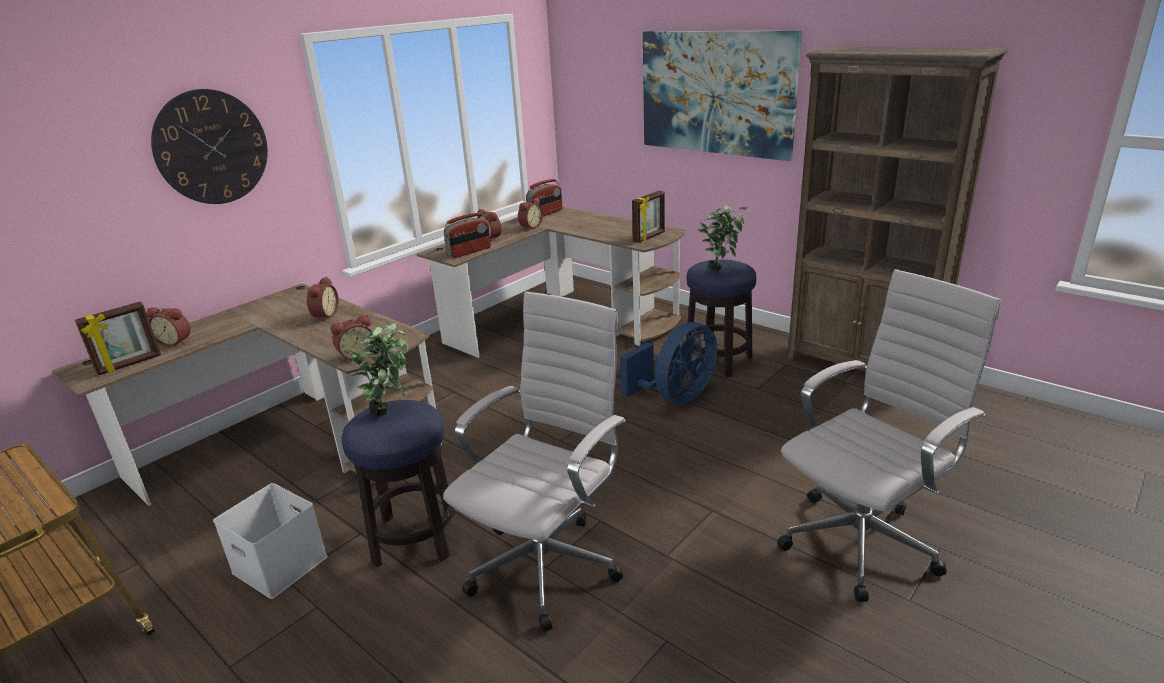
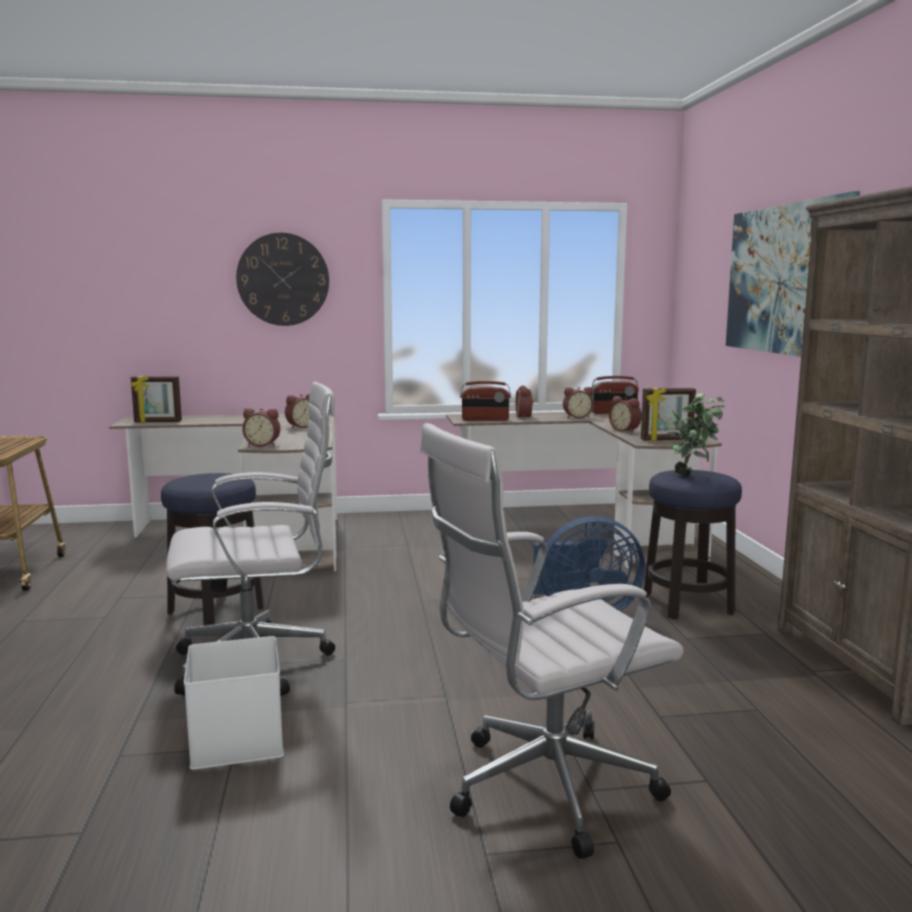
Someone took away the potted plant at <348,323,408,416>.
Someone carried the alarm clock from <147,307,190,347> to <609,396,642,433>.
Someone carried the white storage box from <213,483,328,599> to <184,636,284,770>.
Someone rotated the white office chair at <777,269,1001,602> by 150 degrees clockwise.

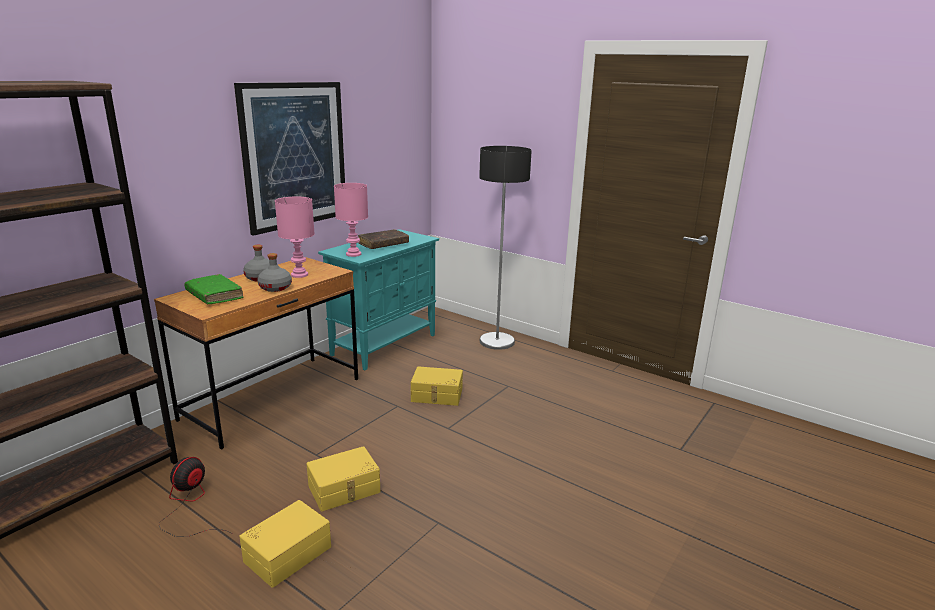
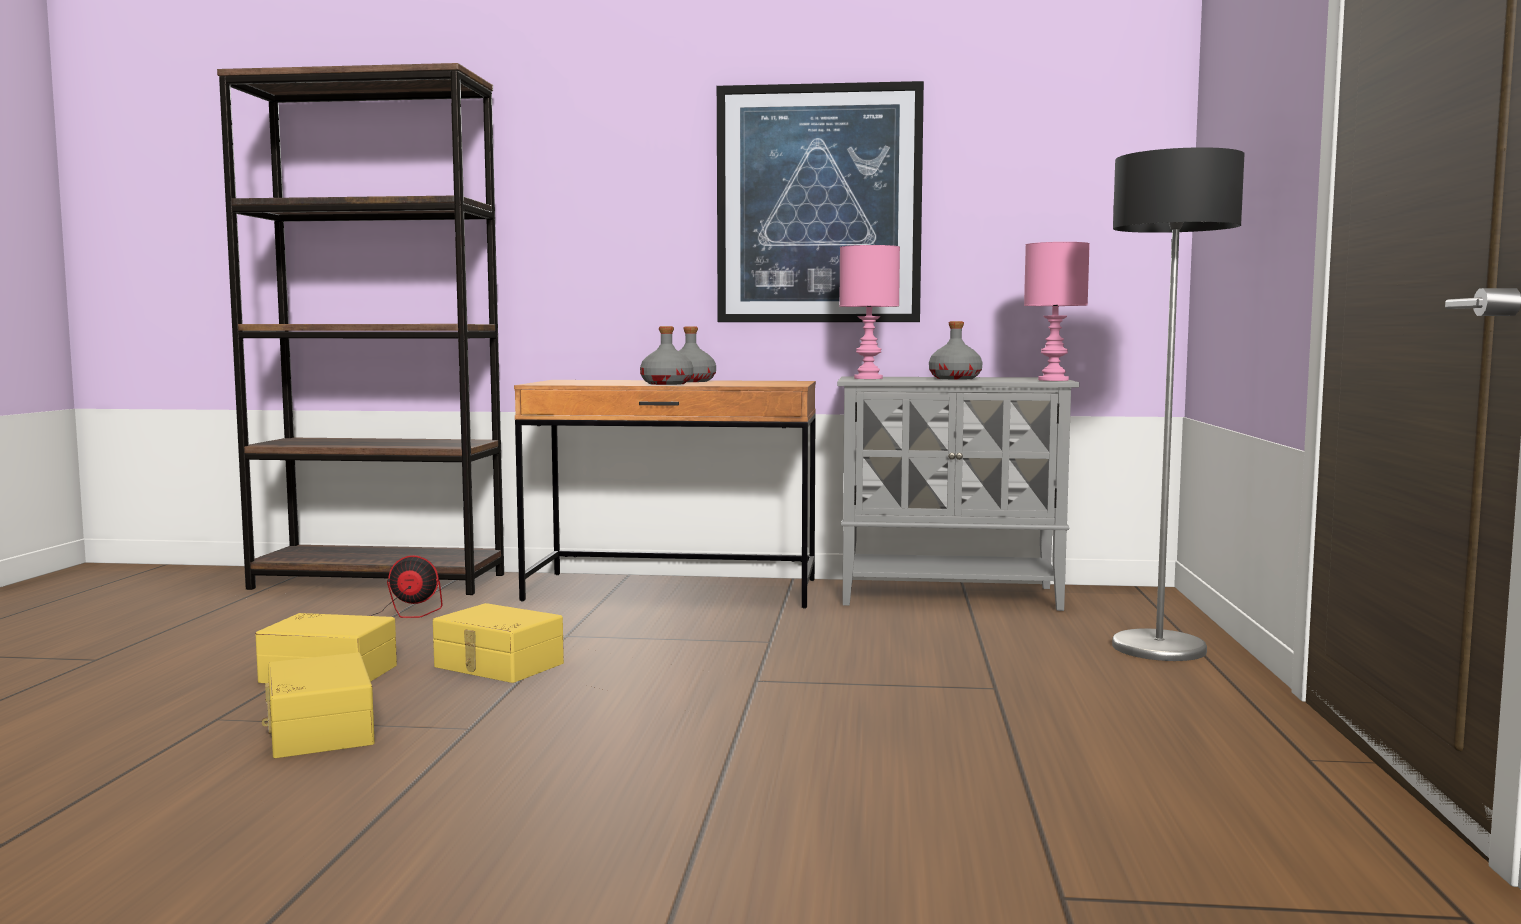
Someone took away the green book at <184,274,243,304>.
Someone carried the pink table lamp from <275,197,315,278> to <1024,242,1090,381>.
Someone carried the yellow storage box from <411,366,463,406> to <262,653,375,758>.
Someone swapped the brown book at <358,229,409,249> for the grey bottle at <929,321,983,379>.
Someone repainted the turquoise cabinet at <318,229,439,370>, which became the grey cabinet at <837,377,1079,611>.

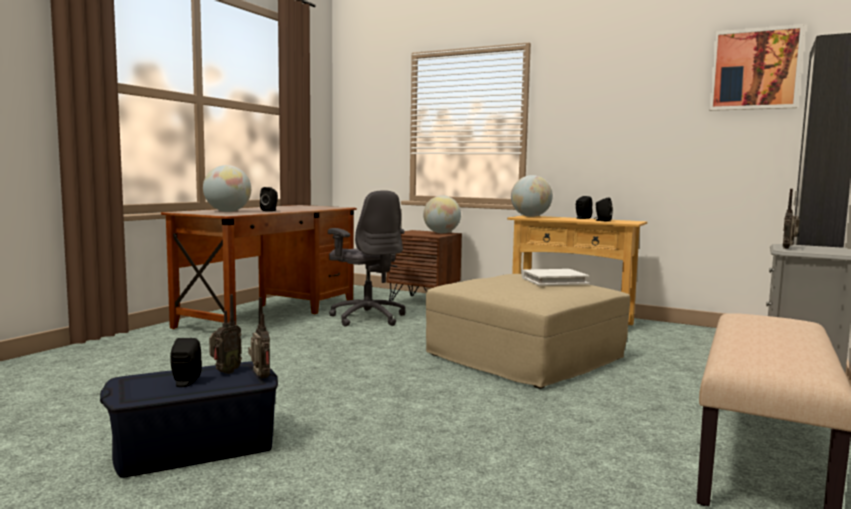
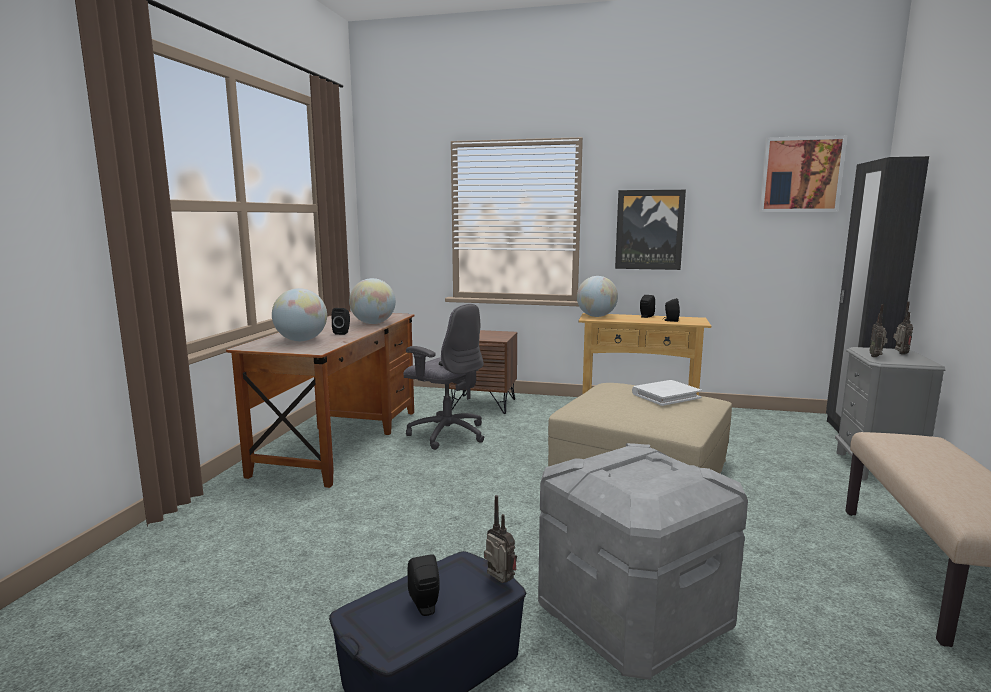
Someone put down the grey storage box at <538,443,748,680>.
Someone put up the picture at <615,190,686,270>.
Someone carried the radio from <209,295,242,374> to <893,302,913,355>.
Someone carried the globe from <423,195,461,233> to <349,278,396,324>.

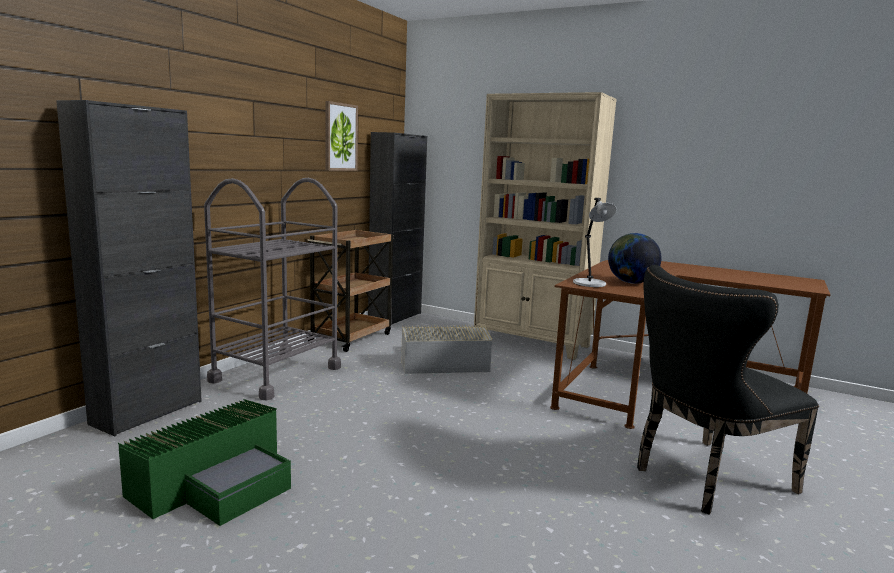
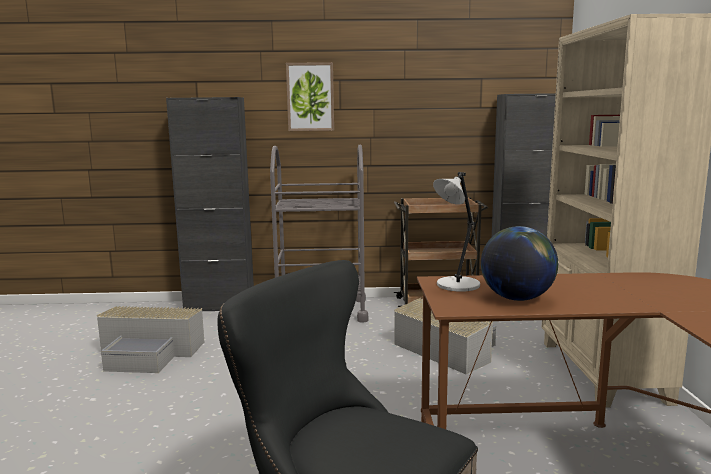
Someone carried the picture from <325,101,358,171> to <286,62,334,131>.
Someone repainted the green storage box at <118,399,291,526>, which became the grey storage box at <97,306,204,373>.

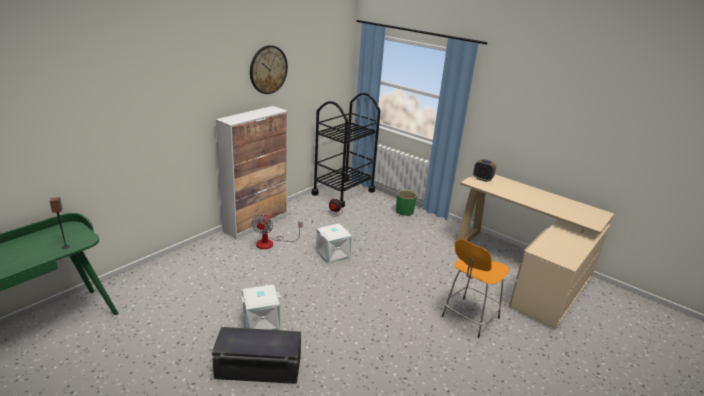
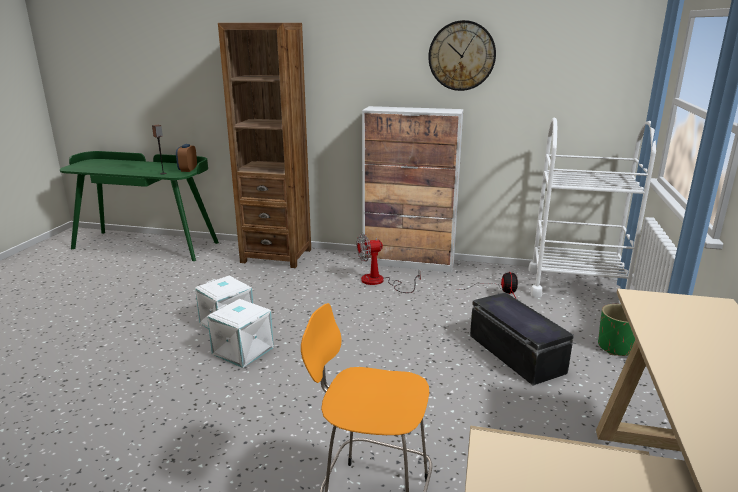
Someone put down the brown bookcase at <218,23,311,268>.
Someone carried the black storage box from <212,327,301,384> to <470,292,574,386>.
Someone carried the white storage box from <316,224,352,264> to <207,299,274,368>.
Someone carried the alarm clock from <473,159,496,182> to <176,144,197,172>.
Someone repainted the black cart at <312,93,381,208>, which became the white cart at <528,118,656,304>.

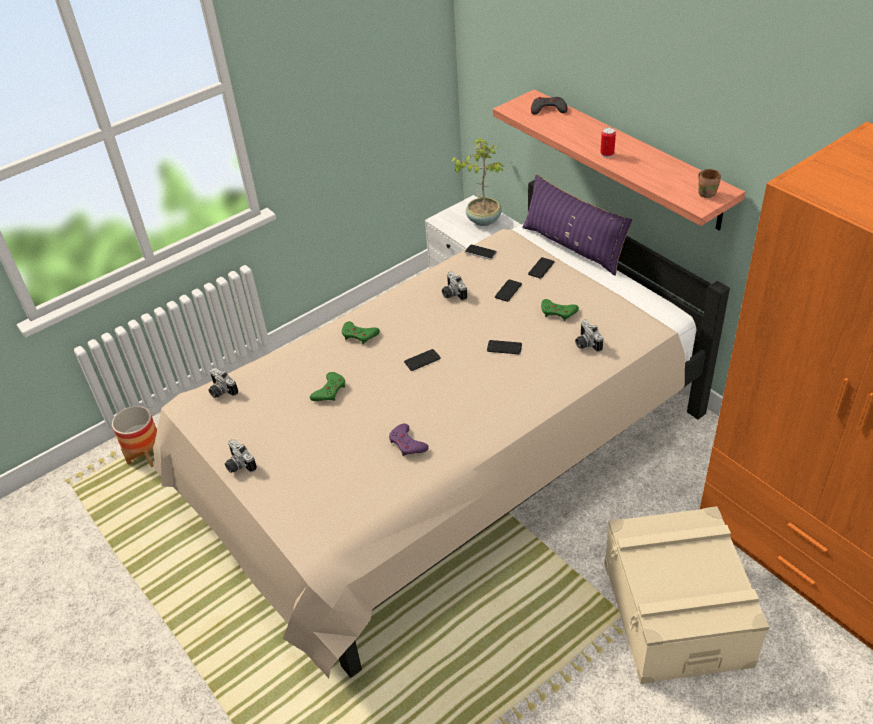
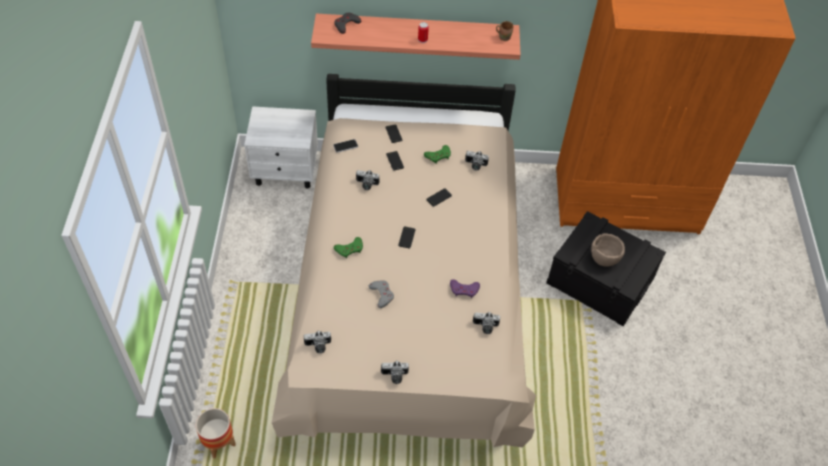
Someone took away the potted plant at <450,138,504,226>.
Someone took away the purple pillow at <522,174,633,276>.
Someone put down the photo camera at <473,312,500,334>.
Someone put down the brown bowl at <591,233,625,267>.
Someone repainted the green game controller at <310,372,345,401>, which became the grey game controller at <369,280,394,308>.
Someone repainted the beige storage box at <604,506,769,684>, which became the black storage box at <546,211,666,326>.

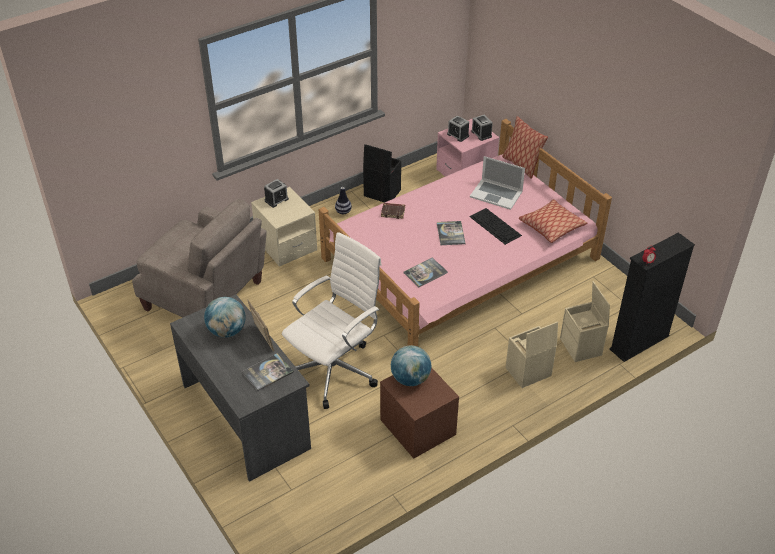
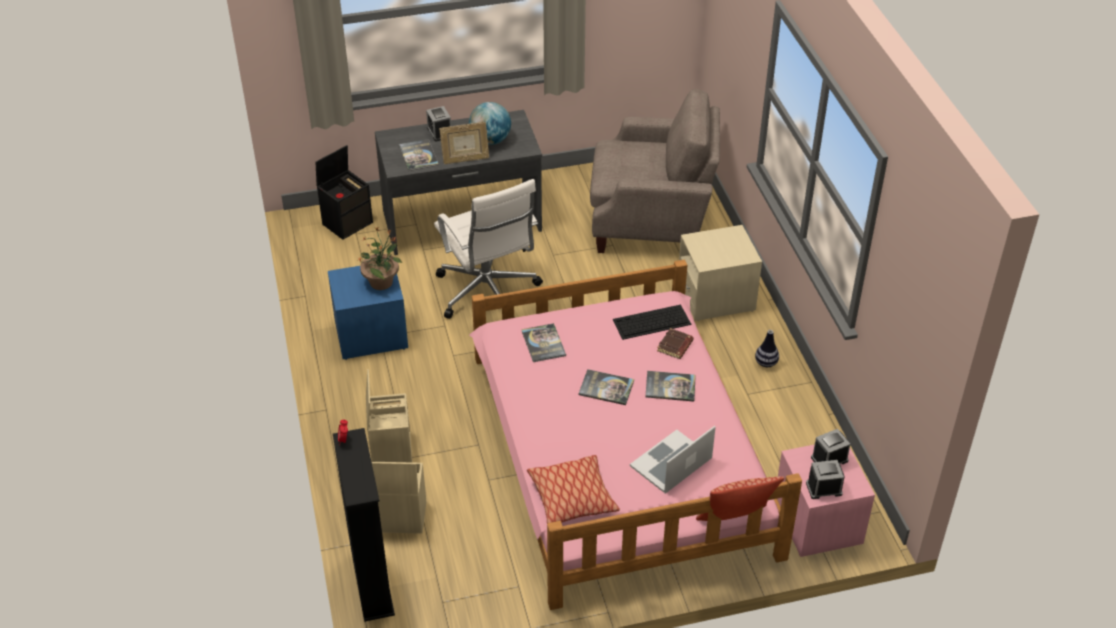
Someone put down the book at <645,371,696,402>.
Someone carried the alarm clock from <264,179,289,208> to <426,106,451,141>.
Someone carried the black storage box from <363,144,401,203> to <316,145,373,240>.
Someone carried the keyboard from <469,208,522,245> to <613,304,691,340>.
Someone swapped the globe at <391,345,431,386> for the potted plant at <358,227,402,290>.
Someone repainted the brown nightstand at <380,367,459,459>, which became the blue nightstand at <328,266,408,360>.
Someone rotated the beige armchair at <132,199,267,317> by 135 degrees counterclockwise.

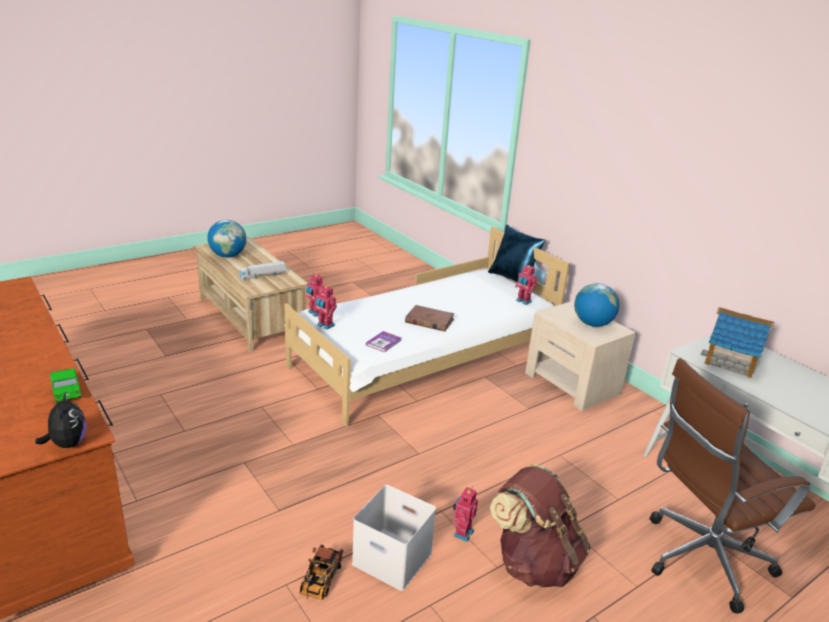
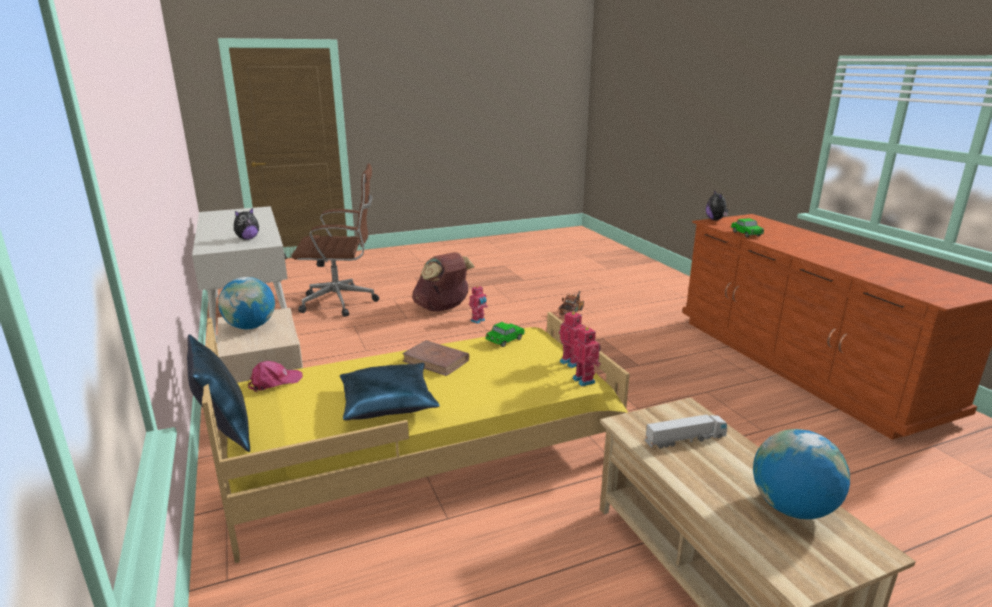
Someone took away the white storage box at <352,485,436,591>.
Someone put down the blue pillow at <340,362,440,420>.
Someone swapped the book at <366,331,402,352> for the toy car at <485,322,525,347>.
Someone swapped the toy robot at <515,265,537,305> for the pink cap at <248,361,303,392>.
Someone swapped the toy house at <701,307,774,378> for the plush toy at <234,208,259,240>.
Someone repainted the white bed at <284,226,570,427>, which became the yellow bed at <202,312,630,563>.

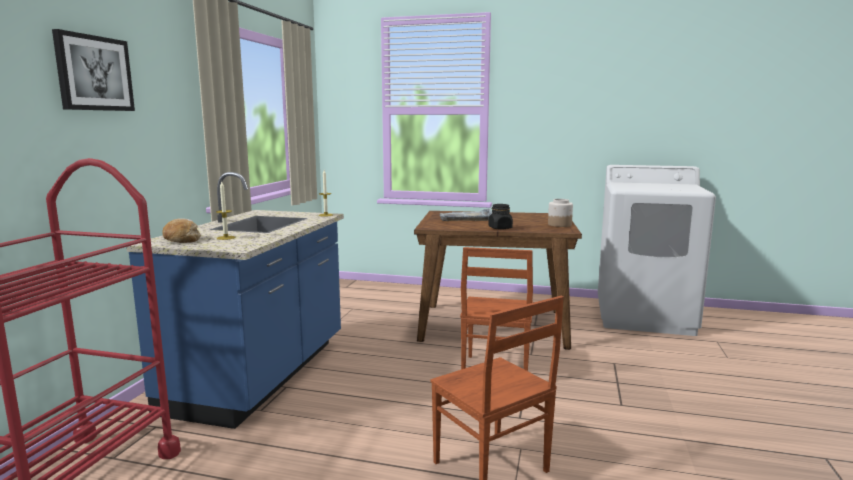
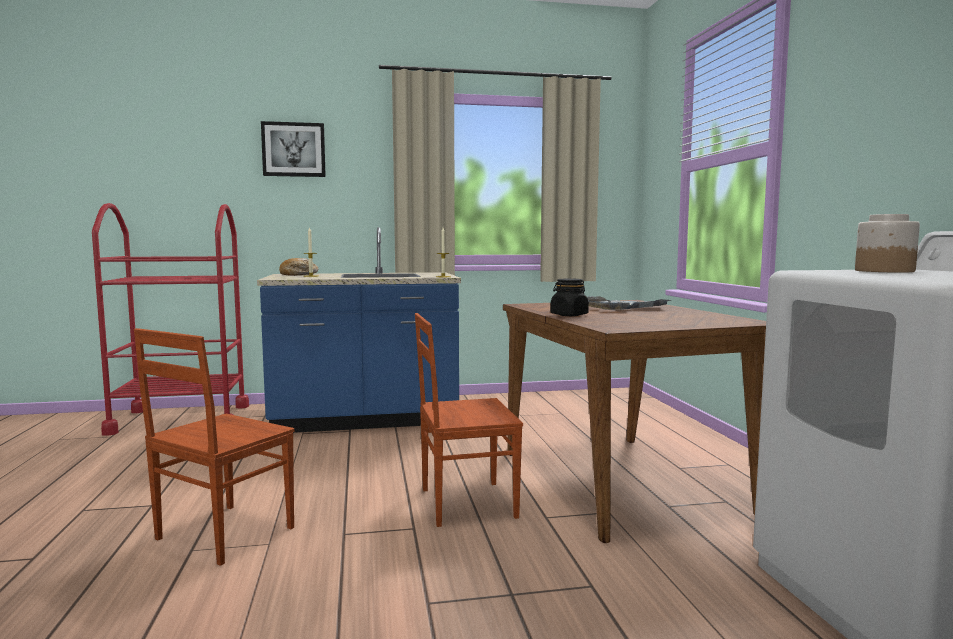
Someone carried the jar from <548,199,573,227> to <855,214,920,273>.

